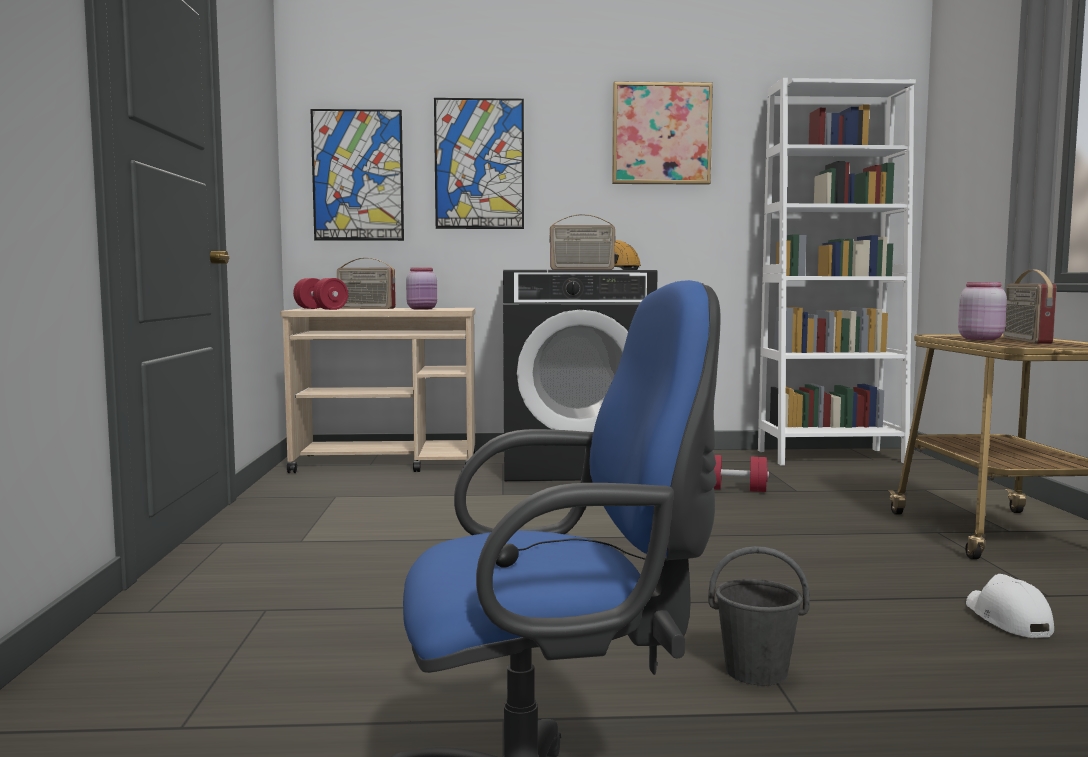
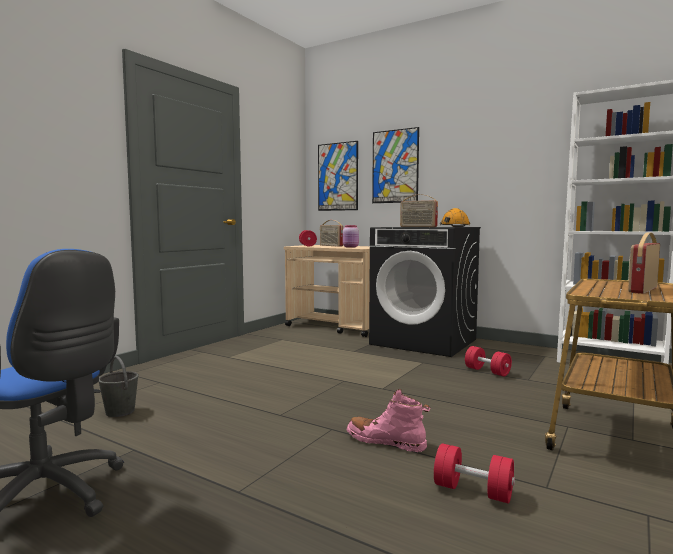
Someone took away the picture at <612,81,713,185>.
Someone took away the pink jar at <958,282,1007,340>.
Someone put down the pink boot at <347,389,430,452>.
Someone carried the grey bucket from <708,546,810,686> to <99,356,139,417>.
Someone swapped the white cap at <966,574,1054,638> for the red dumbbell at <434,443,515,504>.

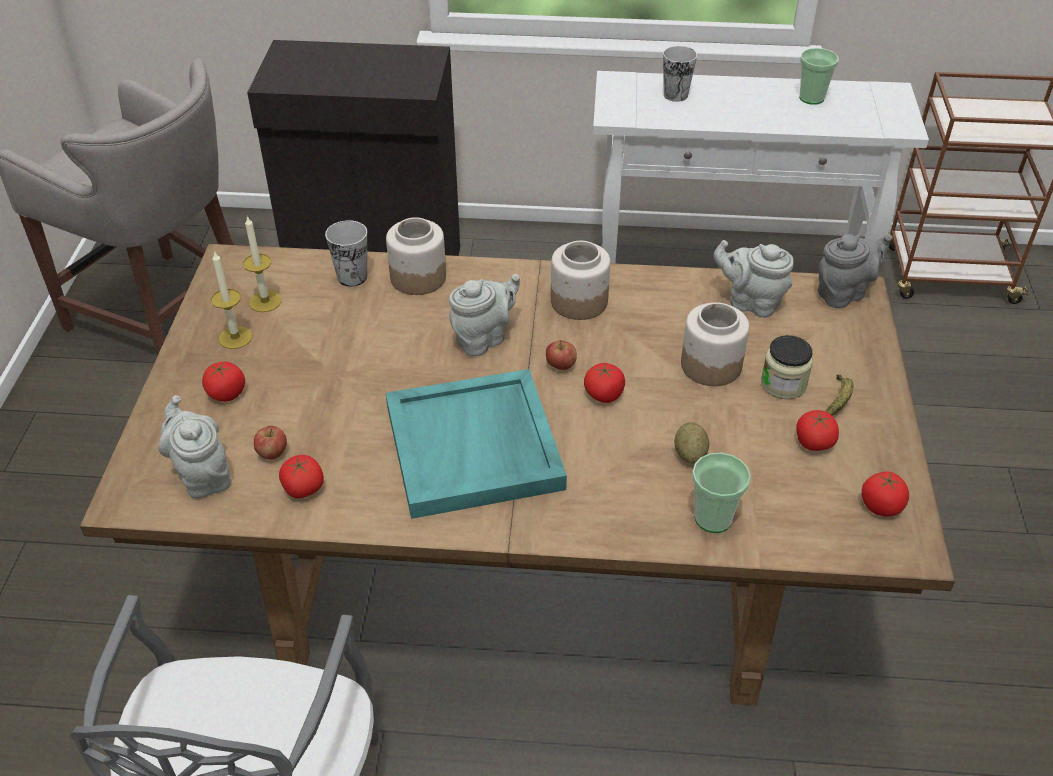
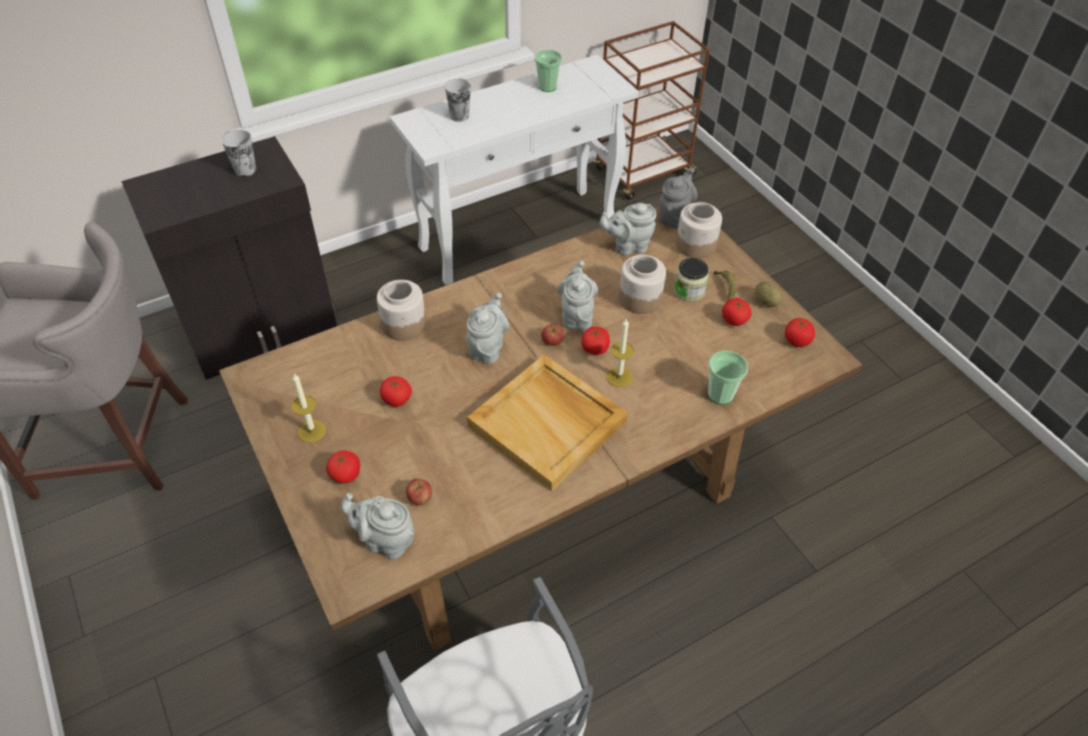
Someone put down the grey teapot at <557,261,598,330>.
Someone carried the candle from <243,216,282,312> to <606,319,634,387>.
Someone carried the tomato from <279,455,324,498> to <380,376,412,407>.
Someone carried the cup from <325,220,367,287> to <221,130,256,177>.
Someone carried the jar from <551,241,611,320> to <676,202,722,259>.
Someone carried the potato from <674,422,709,464> to <755,282,782,307>.
Someone repainted the turquoise tray at <386,369,567,519>, which became the beige tray at <467,355,628,492>.

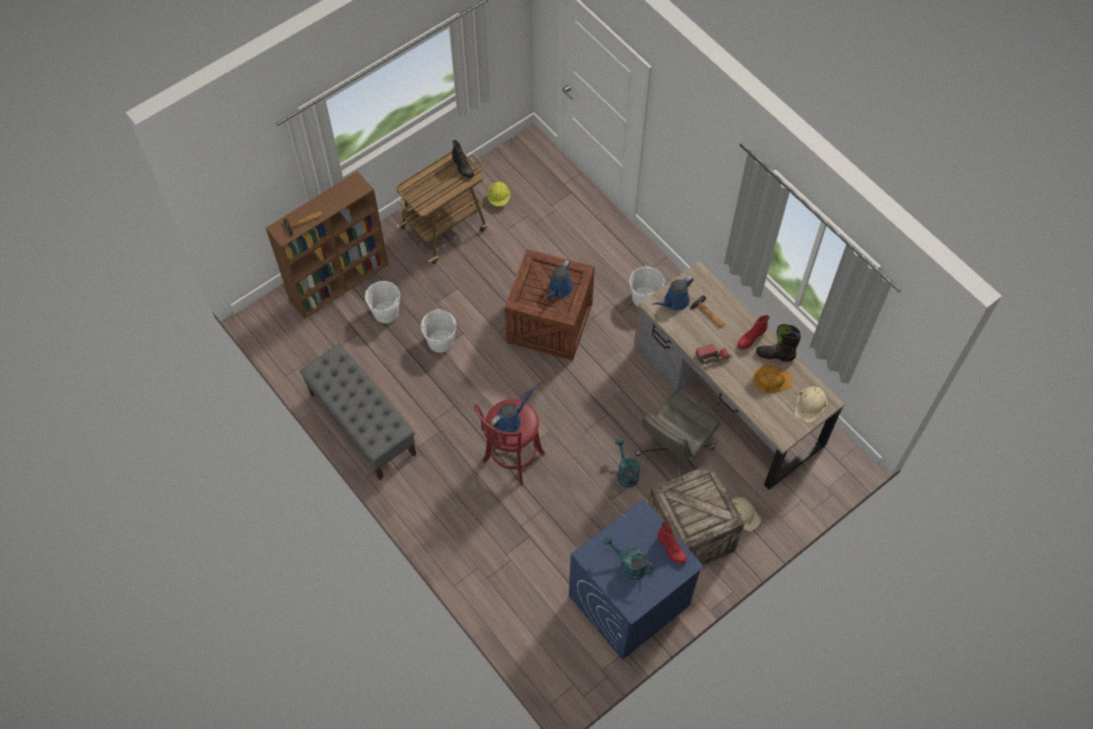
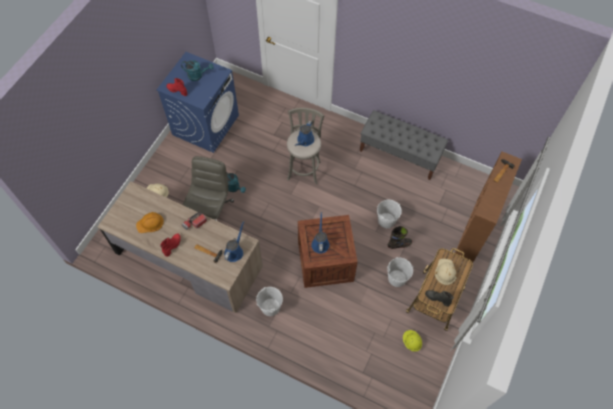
Someone took away the crate at <648,463,745,565>.
Someone carried the white bucket from <365,281,400,323> to <387,257,413,287>.
Someone carried the black boot from <756,324,801,362> to <388,226,412,249>.
Someone carried the beige hard hat from <795,387,828,423> to <435,259,457,285>.
Someone repainted the red stool at <474,399,545,485>, which became the grey stool at <287,108,324,184>.

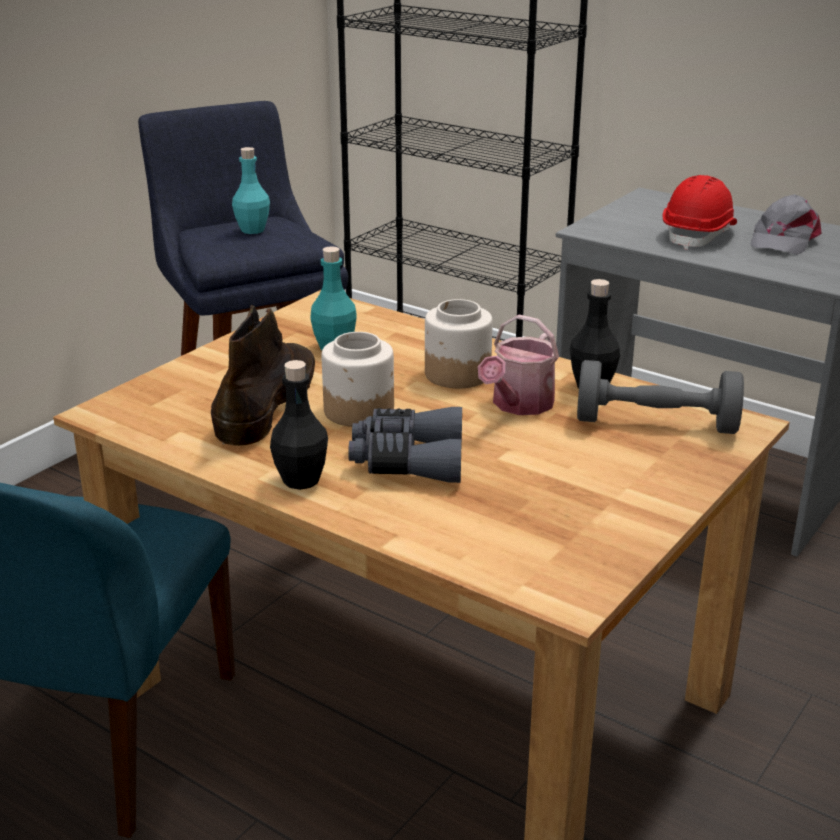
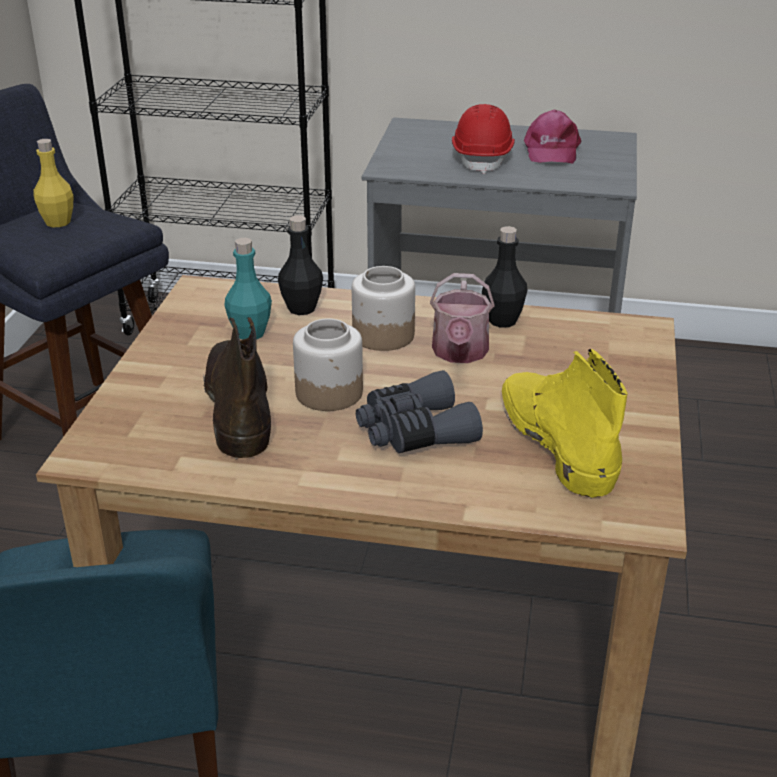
Someone took away the grey dumbbell at <577,360,744,434>.
Someone put down the yellow boot at <502,349,628,499>.
Someone carried the black bottle from <270,360,328,490> to <278,215,323,315>.
Someone repainted the turquoise bottle at <232,147,270,234>, which became the yellow bottle at <34,139,73,227>.
Someone repainted the grey cap at <750,194,822,255>, which became the pink cap at <524,110,581,164>.

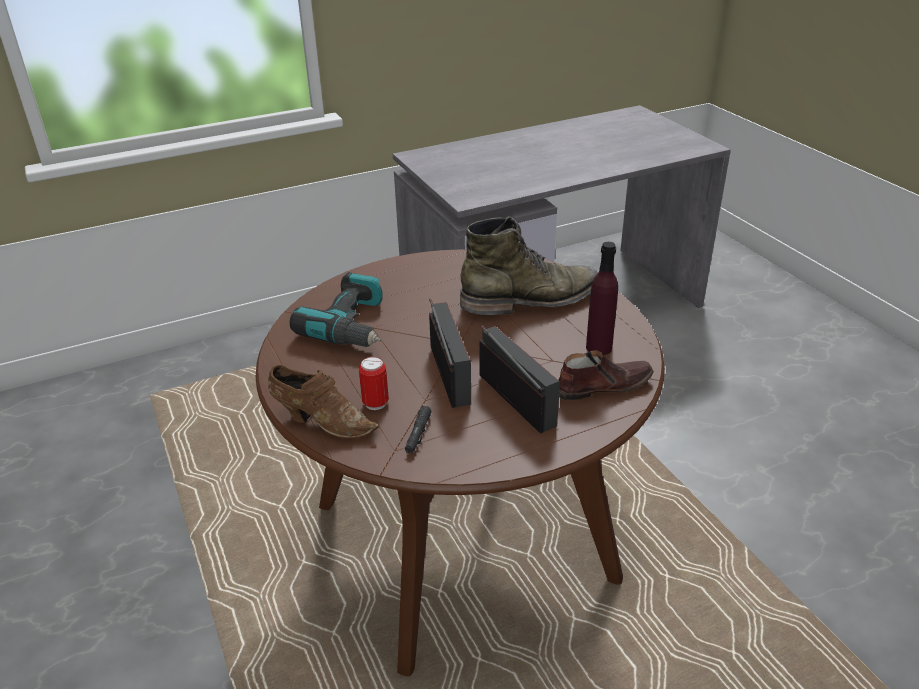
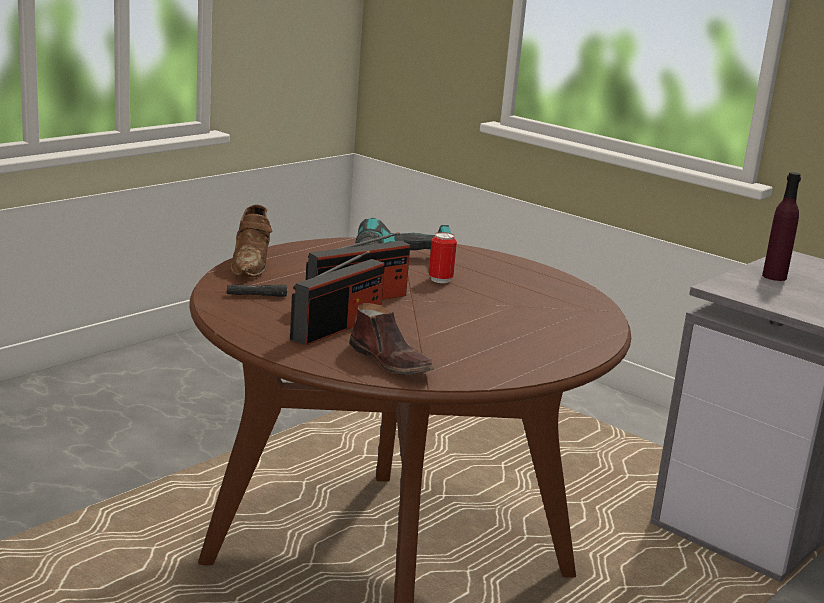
Someone took away the green boot at <460,216,598,315>.
Someone carried the can from <359,357,389,410> to <429,232,457,283>.
Someone carried the purple bottle from <586,242,618,355> to <762,172,801,281>.

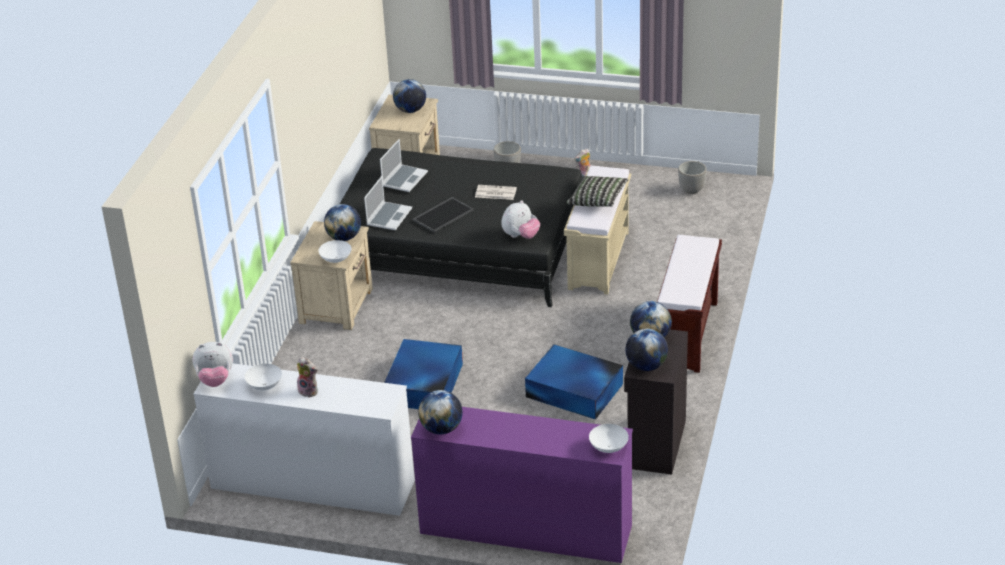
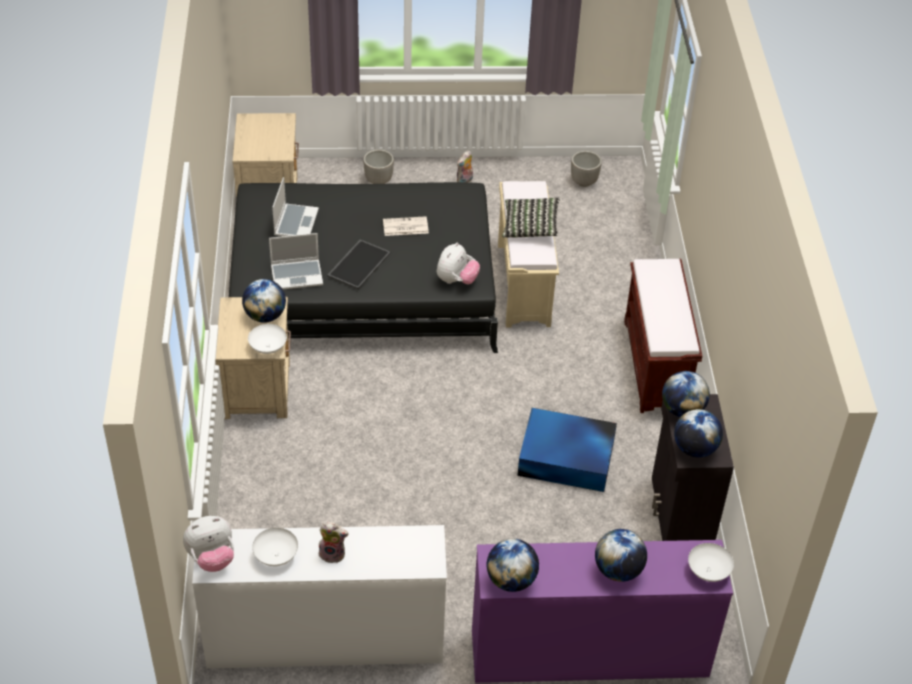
Someone took away the blue storage box at <384,339,463,409>.
Someone carried the globe from <393,79,426,113> to <595,529,647,582>.
Someone rotated the laptop at <364,176,412,230> by 75 degrees clockwise.

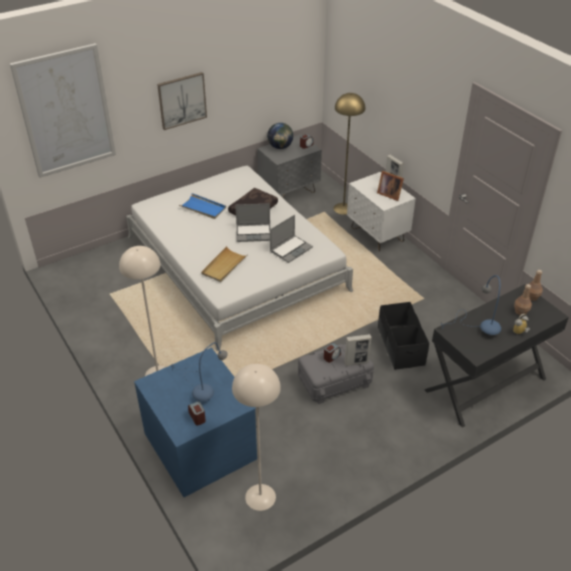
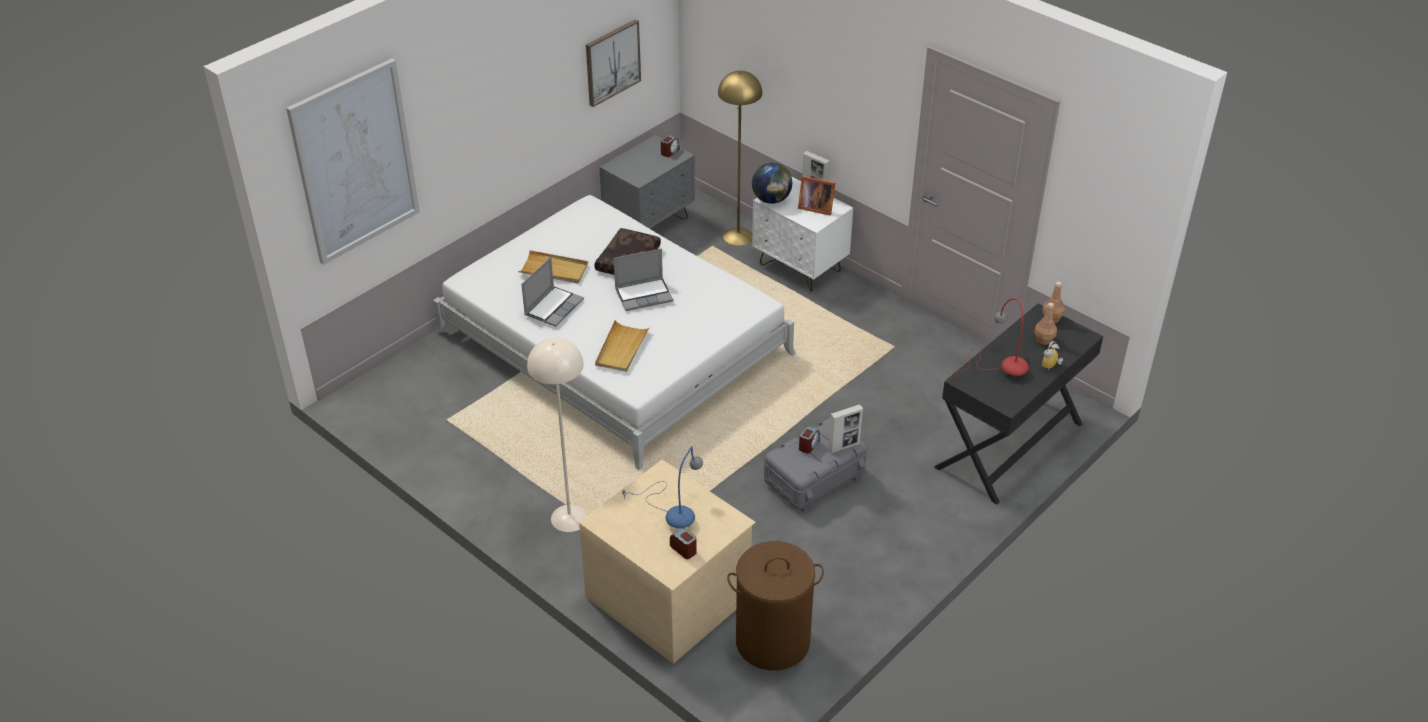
Someone took away the black storage box at <378,302,429,370>.
Someone carried the picture from <157,72,207,130> to <586,19,641,107>.
Someone carried the globe from <267,123,293,149> to <752,163,792,204>.
Someone carried the laptop from <270,215,313,263> to <521,257,584,327>.
Someone swapped the beige floor lamp at <232,364,281,511> for the brown laundry basket at <727,541,824,671>.
Someone repainted the blue dresser at <134,348,257,497>, which became the beige dresser at <579,460,755,664>.
Someone repainted the blue tray at <179,193,226,219>, which became the beige tray at <518,250,588,283>.
Someone repainted the blue table lamp at <441,275,501,335>, which became the red table lamp at <953,298,1029,380>.

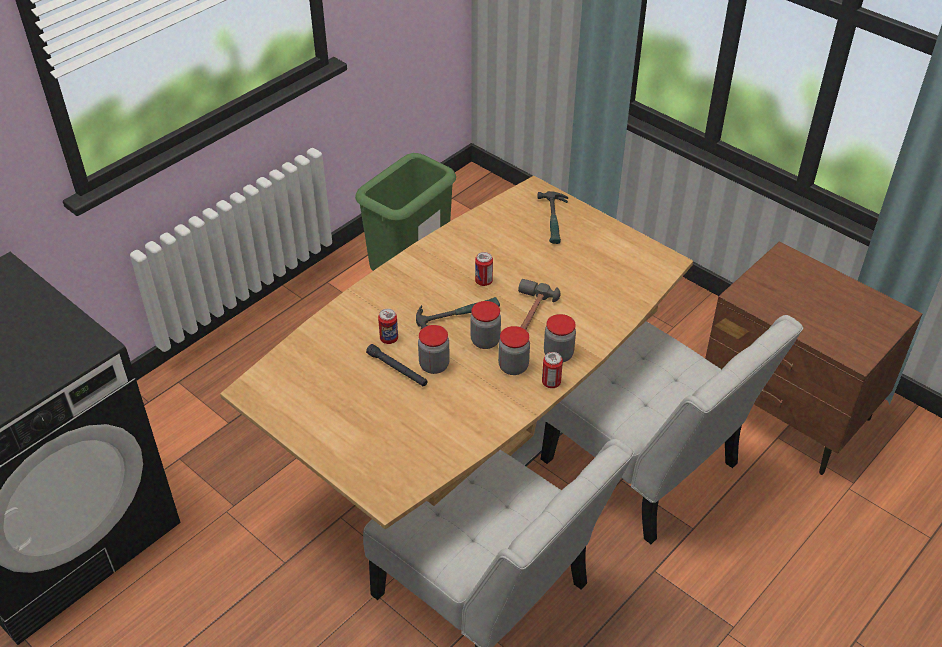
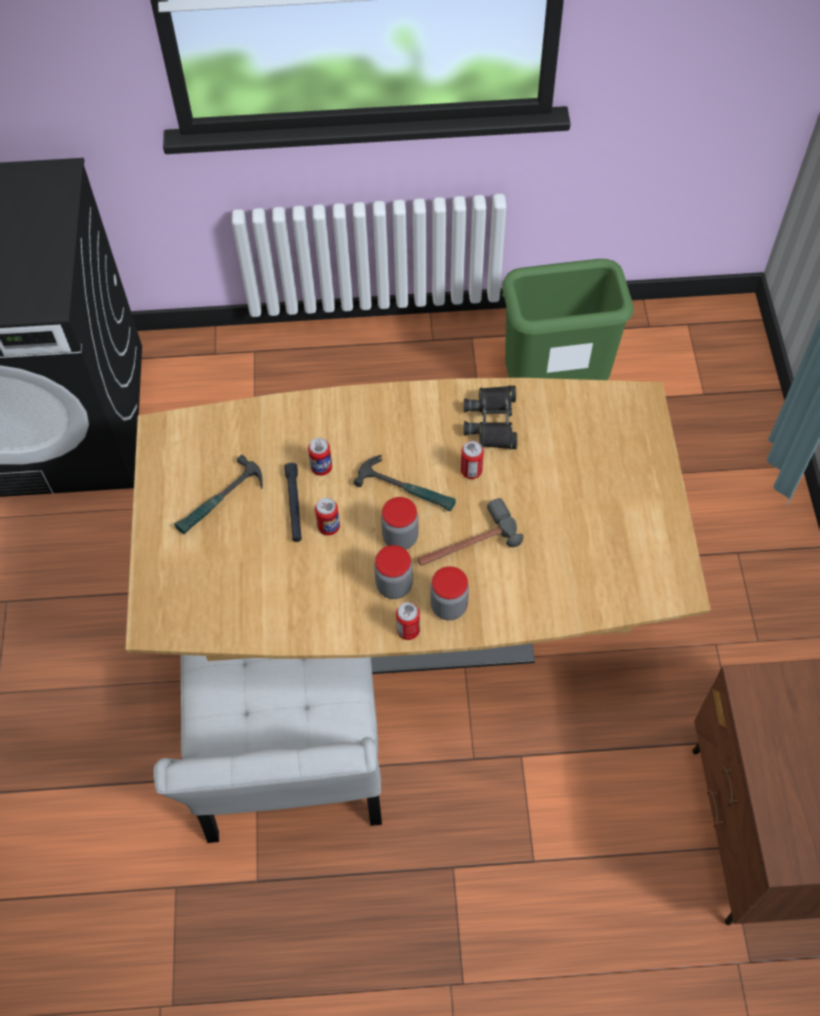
Someone took away the white chair at <541,315,803,544>.
Someone put down the black binoculars at <464,385,518,449>.
Someone carried the hammer from <537,191,568,244> to <174,455,263,534>.
Someone swapped the jar at <418,325,450,374> for the can at <315,498,340,535>.

